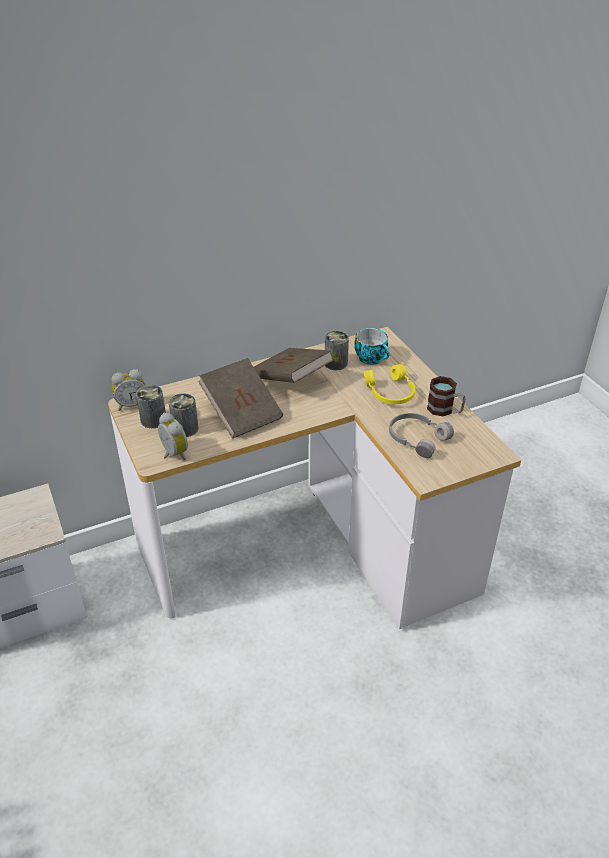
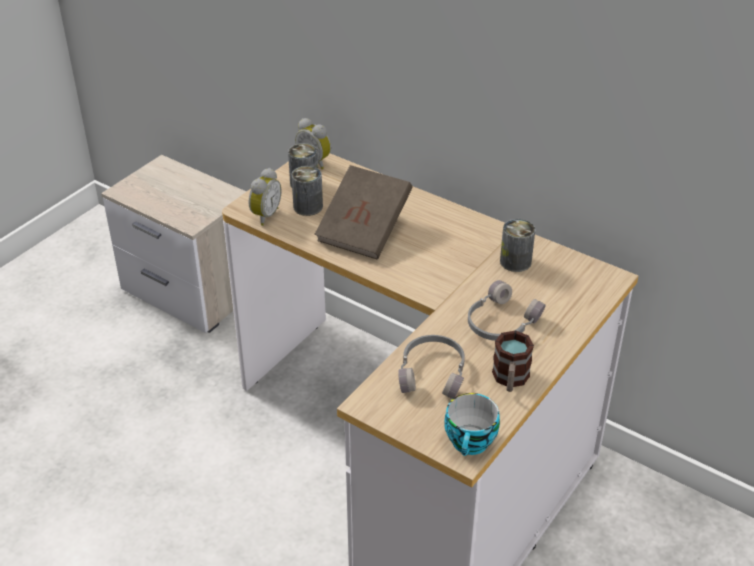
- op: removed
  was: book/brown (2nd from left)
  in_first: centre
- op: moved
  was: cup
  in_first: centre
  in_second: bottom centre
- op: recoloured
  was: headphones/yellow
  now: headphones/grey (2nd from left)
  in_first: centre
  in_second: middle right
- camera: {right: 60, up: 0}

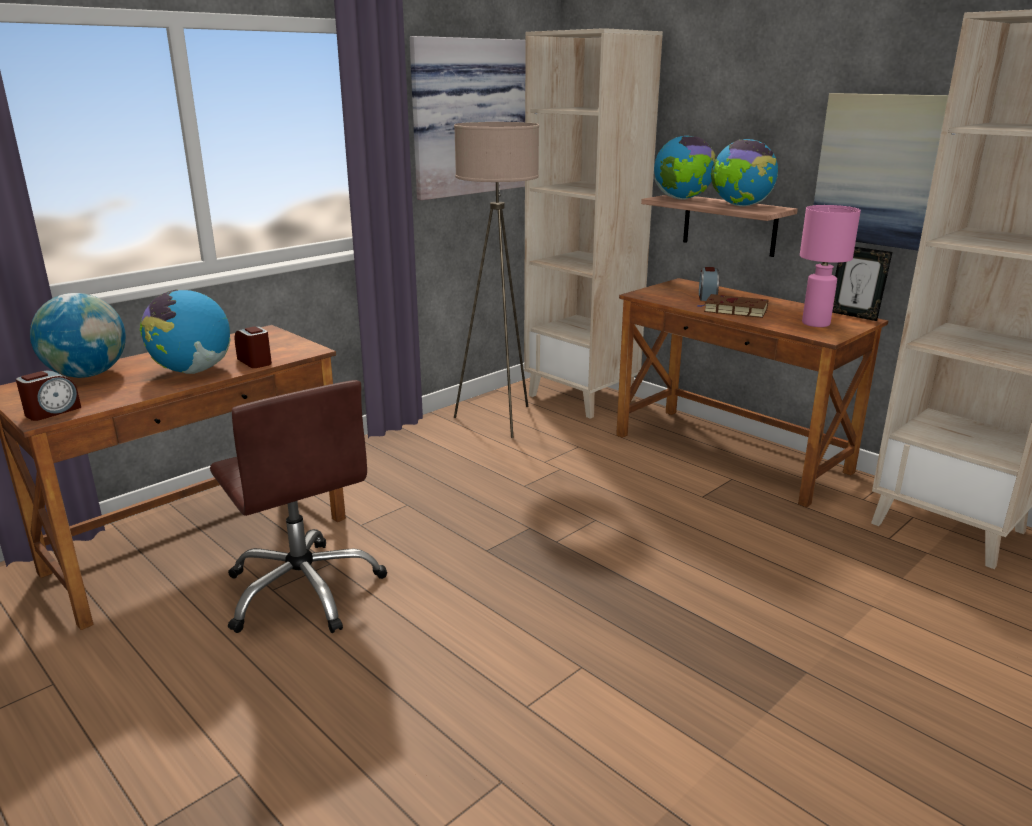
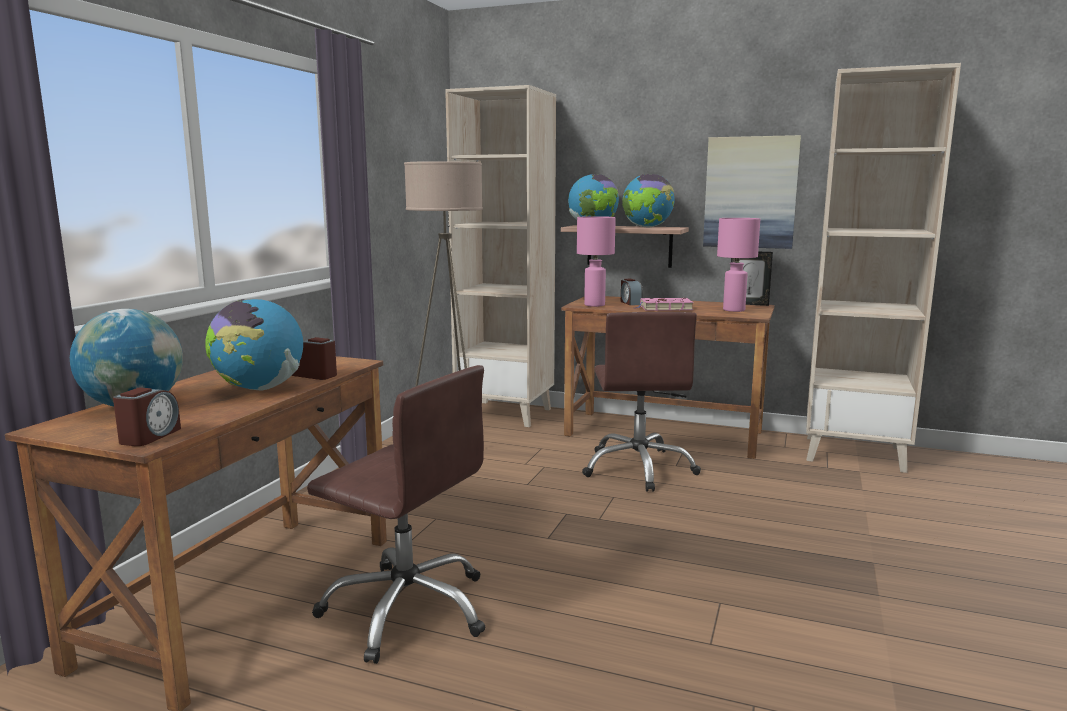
- op: removed
  was: picture (1st from left)
  in_first: top centre
- op: recoloured
  was: book/brown
  now: book/pink
  in_first: middle right
  in_second: centre
- op: added
  now: table lamp/pink (1st from left)
  in_second: centre
- op: added
  now: office chair/brown (2nd from left)
  in_second: centre
- camera: {right: -25, up: -10}

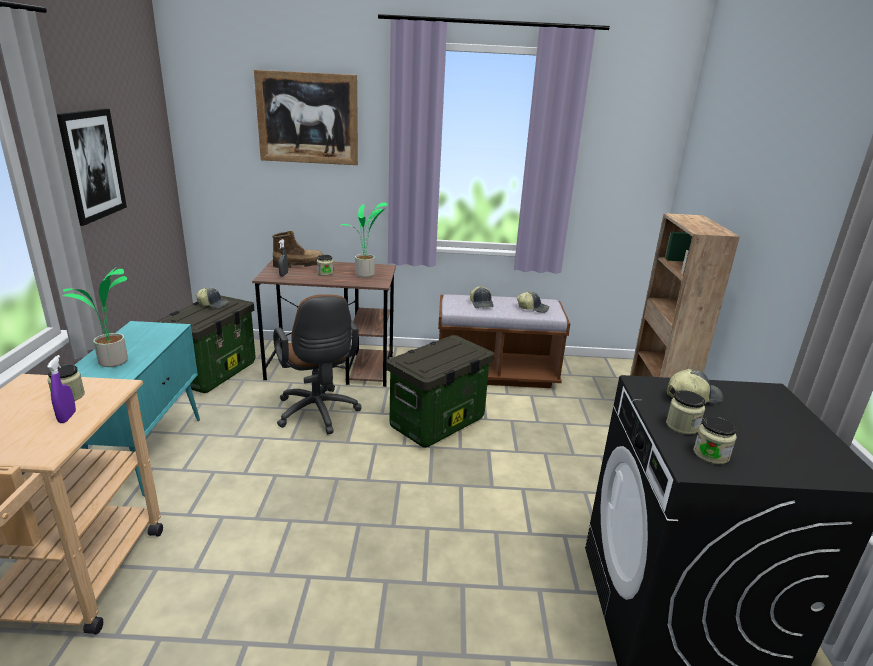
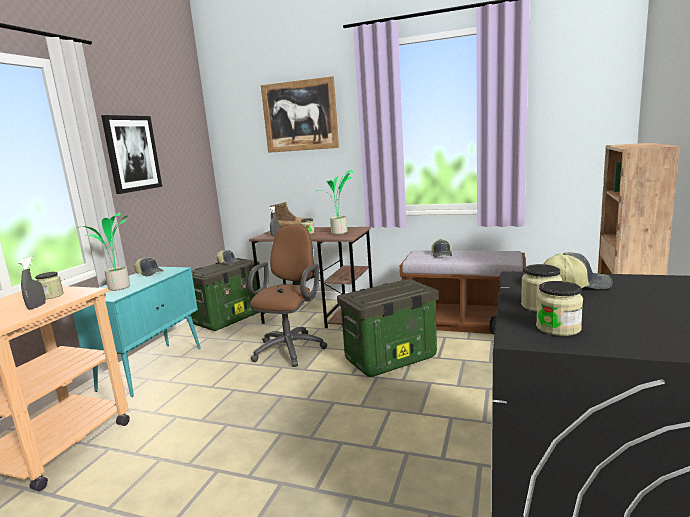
- op: recoloured
  was: spray bottle/purple
  now: spray bottle/grey (1st from left)
  in_first: middle left
  in_second: middle left
- op: turned
  was: office chair/brown
  in_first: centre
  in_second: centre
  clockwise: -150
- op: moved
  was: cap (3rd from left in the first image)
  now: cap (1st from left)
  in_first: centre
  in_second: middle left
- camera: {right: 20, up: -10}

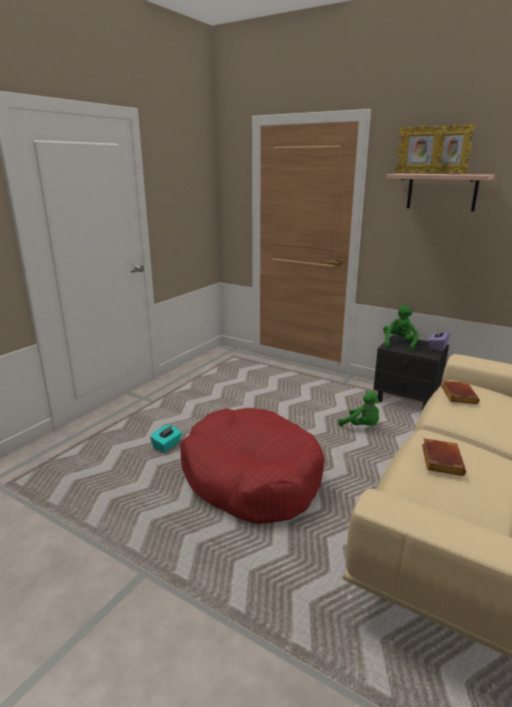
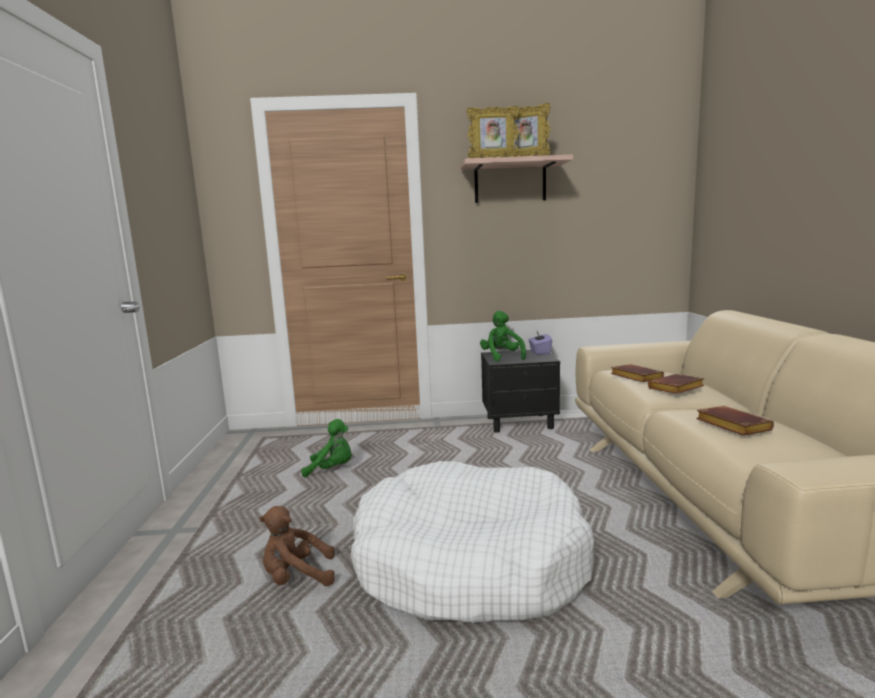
- op: replaced
  was: tissue box/turquoise
  now: plush toy/brown
  in_first: middle left
  in_second: bottom centre
- op: recoloured
  was: dog bed/red
  now: dog bed/white
  in_first: centre
  in_second: bottom centre
- op: moved
  was: plush toy/green (1st from left)
  in_first: middle right
  in_second: centre
- op: added
  now: book/brown (2nd from left)
  in_second: middle right
- camera: {right: -35, up: -10}

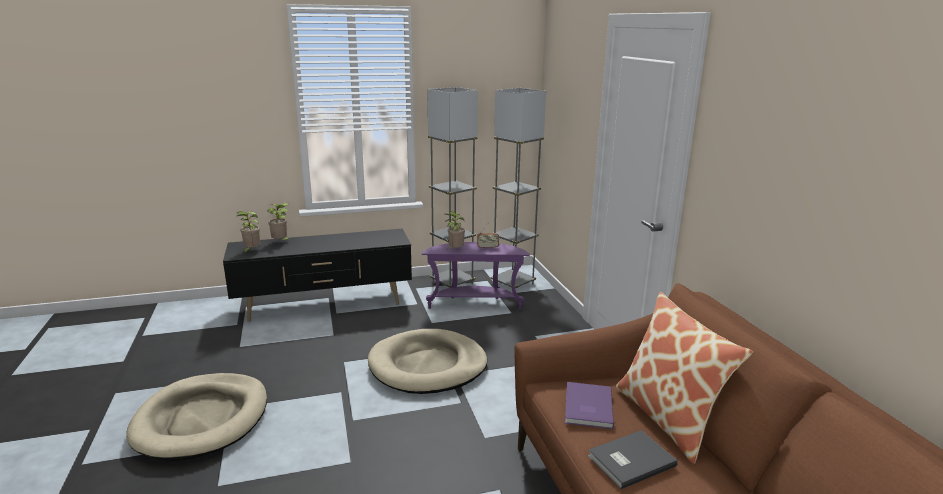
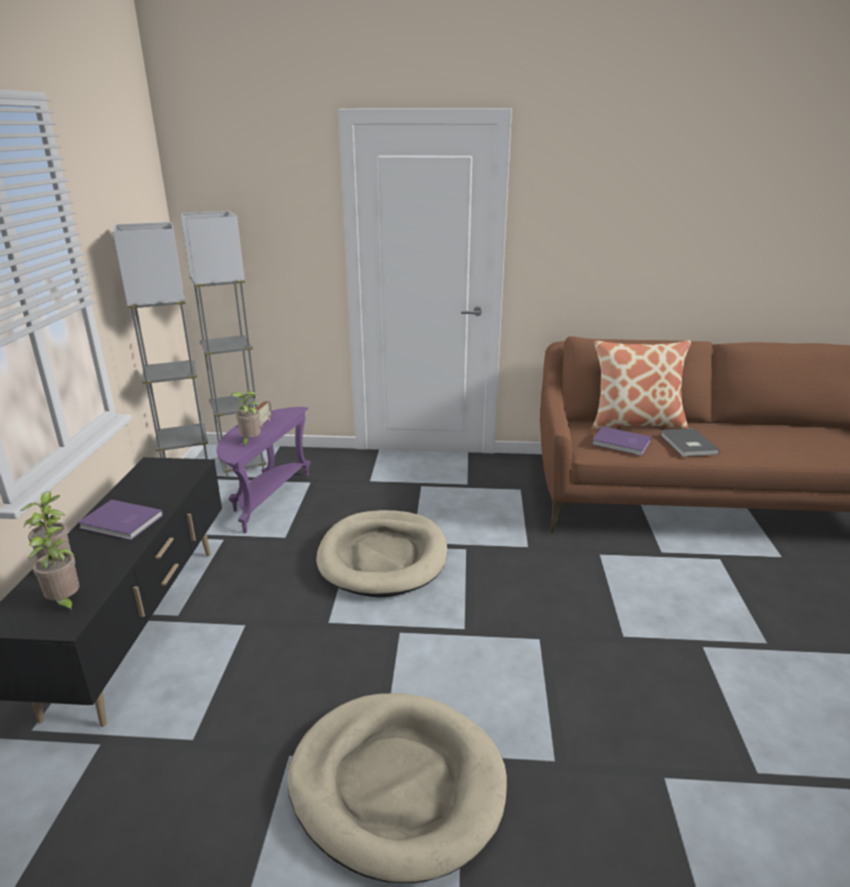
- op: added
  now: book/purple (1st from left)
  in_second: middle left
- camera: {right: -70, up: 5}

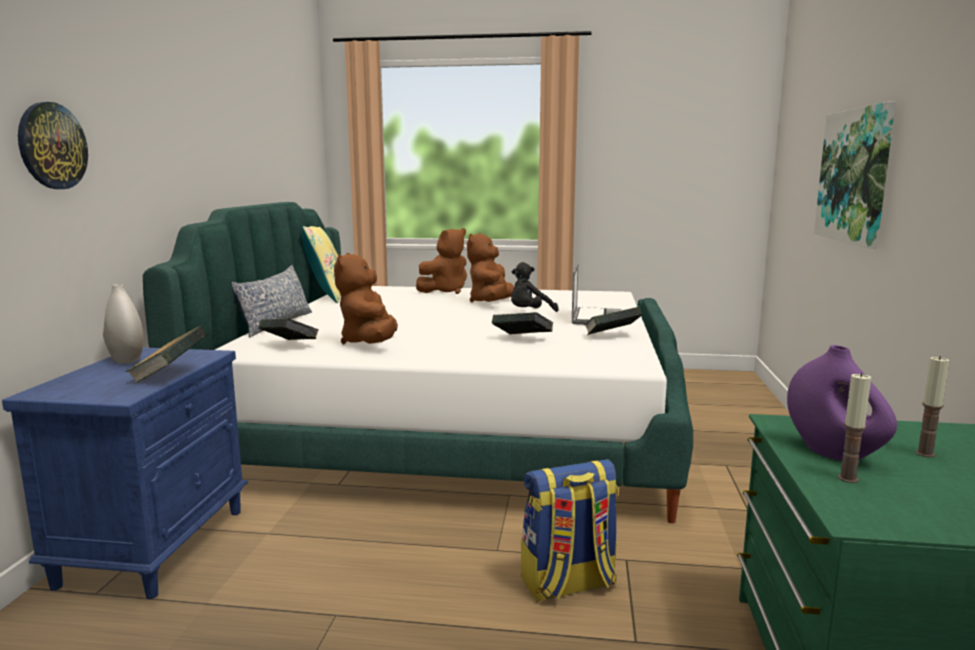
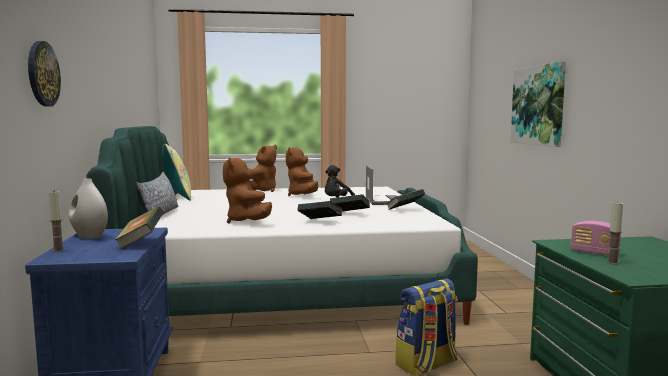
- op: moved
  was: book (2nd from left)
  in_first: middle left
  in_second: centre
- op: replaced
  was: vase/purple
  now: radio
  in_first: middle right
  in_second: middle right
- op: moved
  was: candle (2nd from left in the first image)
  now: candle (1st from left)
  in_first: middle right
  in_second: middle left
- camera: {right: -15, up: -5}

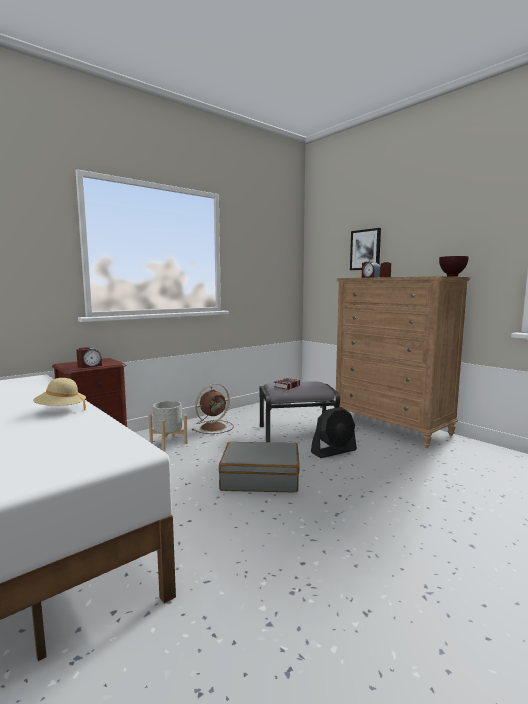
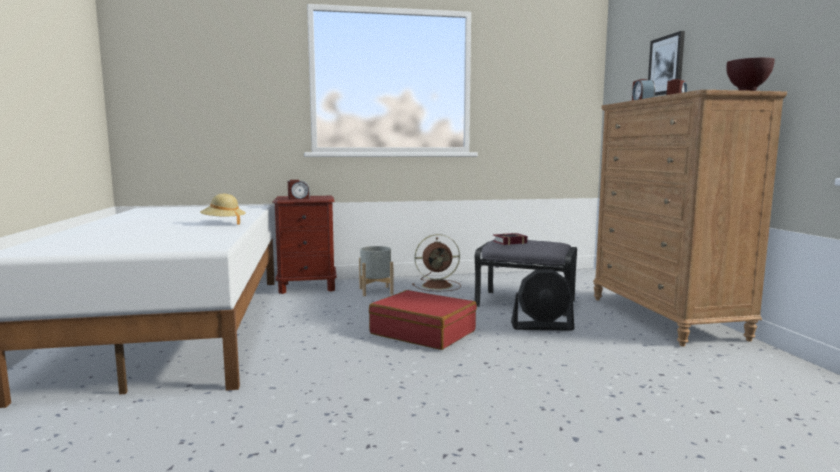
- op: recoloured
  was: suitcase/grey
  now: suitcase/red
  in_first: centre
  in_second: bottom centre
- camera: {right: 30, up: 0}

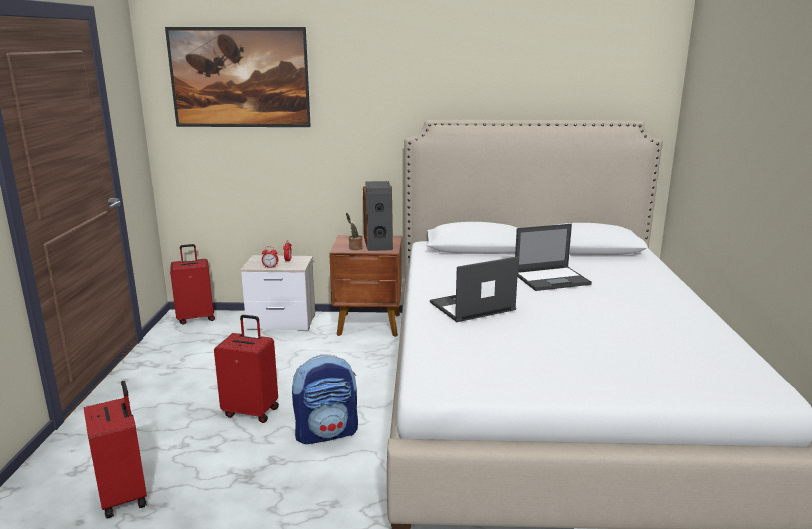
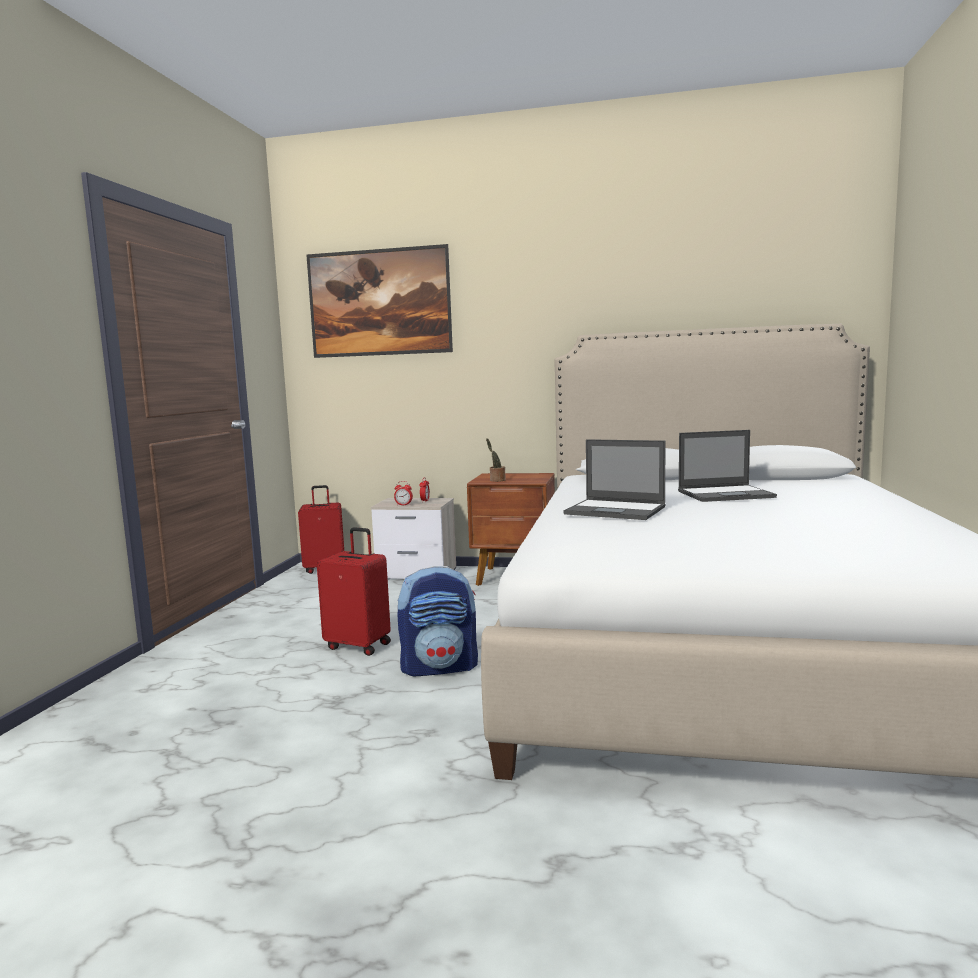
- op: removed
  was: suitcase/red (1st from left)
  in_first: bottom left
- op: removed
  was: speaker
  in_first: centre
- op: turned
  was: laptop (1st from left)
  in_first: centre
  in_second: centre
  clockwise: -135
- camera: {right: 10, up: -10}

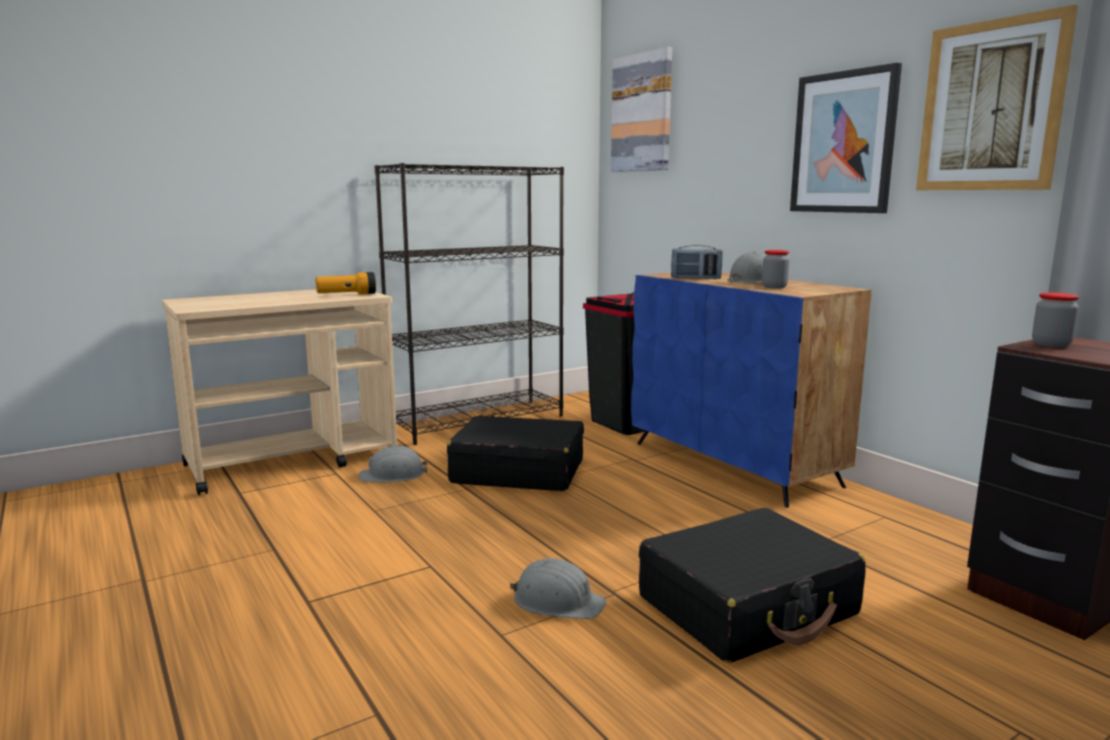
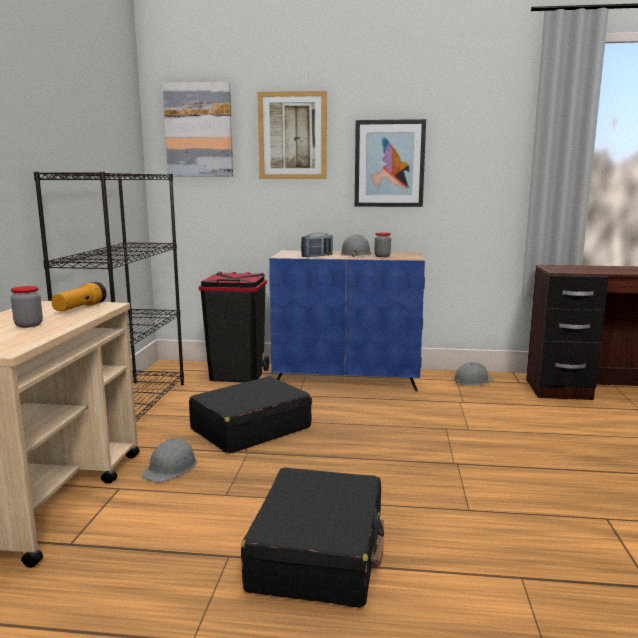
- op: moved
  was: hard hat/grey (2nd from left in the first image)
  now: hard hat/grey (3rd from left)
  in_first: bottom centre
  in_second: middle right
- op: moved
  was: suitcase/black (2nd from left)
  in_first: bottom right
  in_second: bottom centre
- op: moved
  was: picture (3rd from left in the first image)
  now: picture (2nd from left)
  in_first: top right
  in_second: top centre
- op: moved
  was: jar (2nd from left in the first image)
  now: jar (1st from left)
  in_first: middle right
  in_second: middle left
- camera: {right: -50, up: 0}

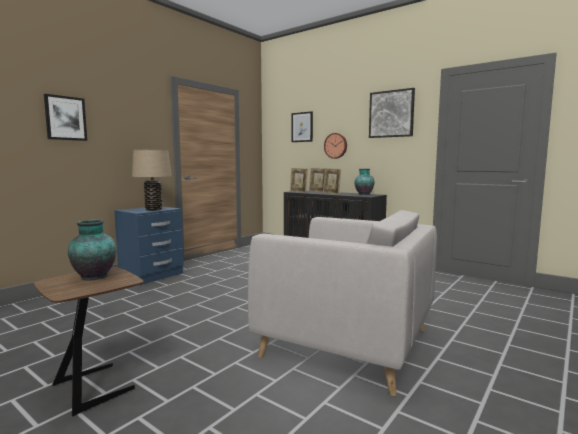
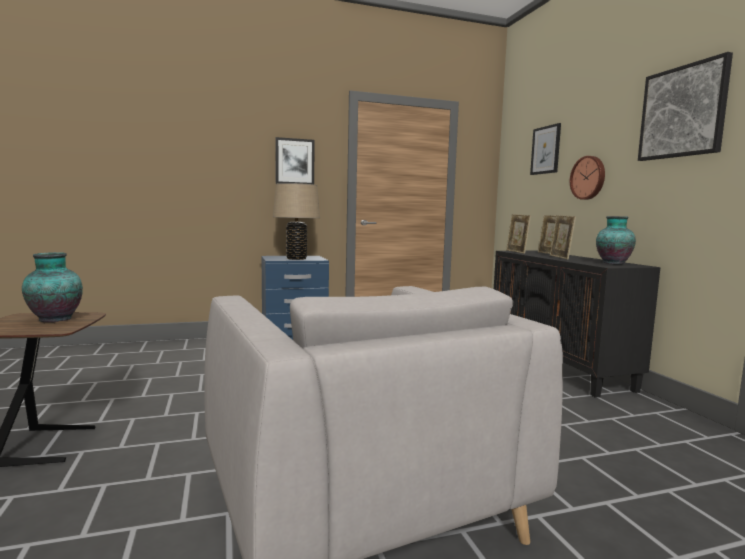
- op: moved
  was: picture (1st from left)
  in_first: top left
  in_second: top centre
- camera: {right: 35, up: 0}

